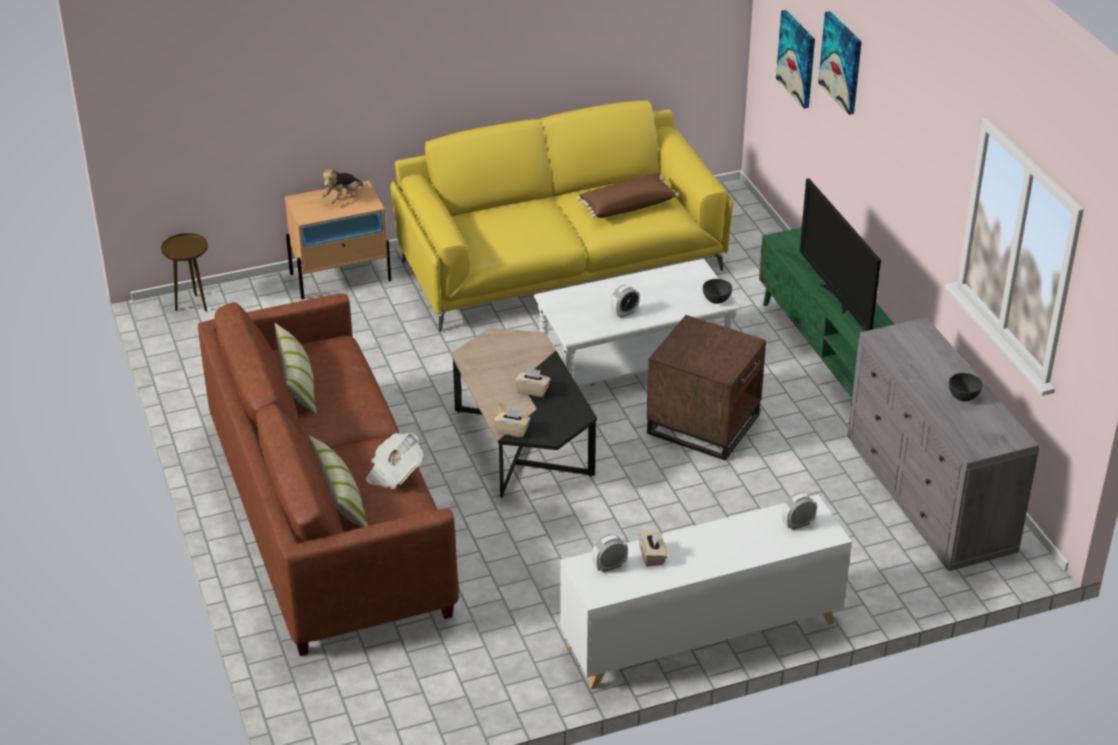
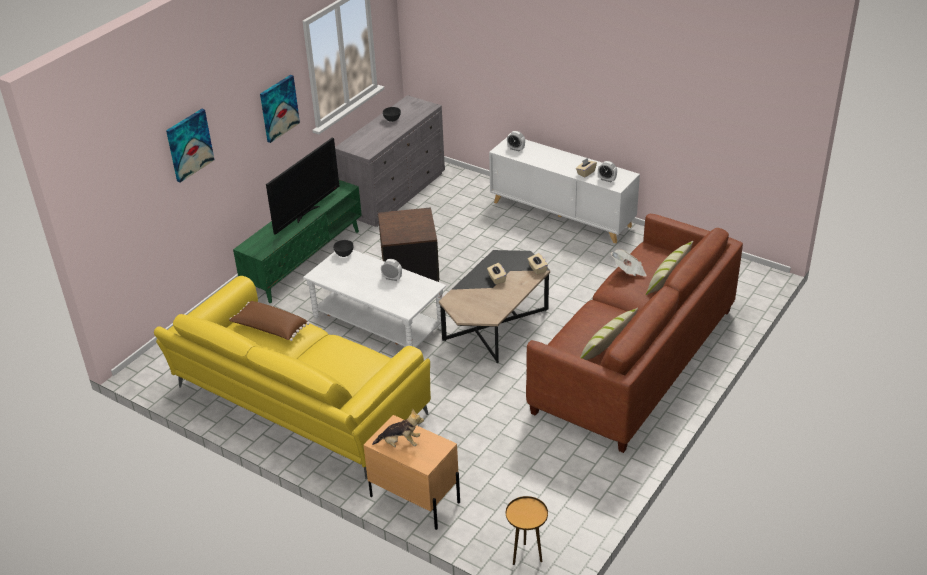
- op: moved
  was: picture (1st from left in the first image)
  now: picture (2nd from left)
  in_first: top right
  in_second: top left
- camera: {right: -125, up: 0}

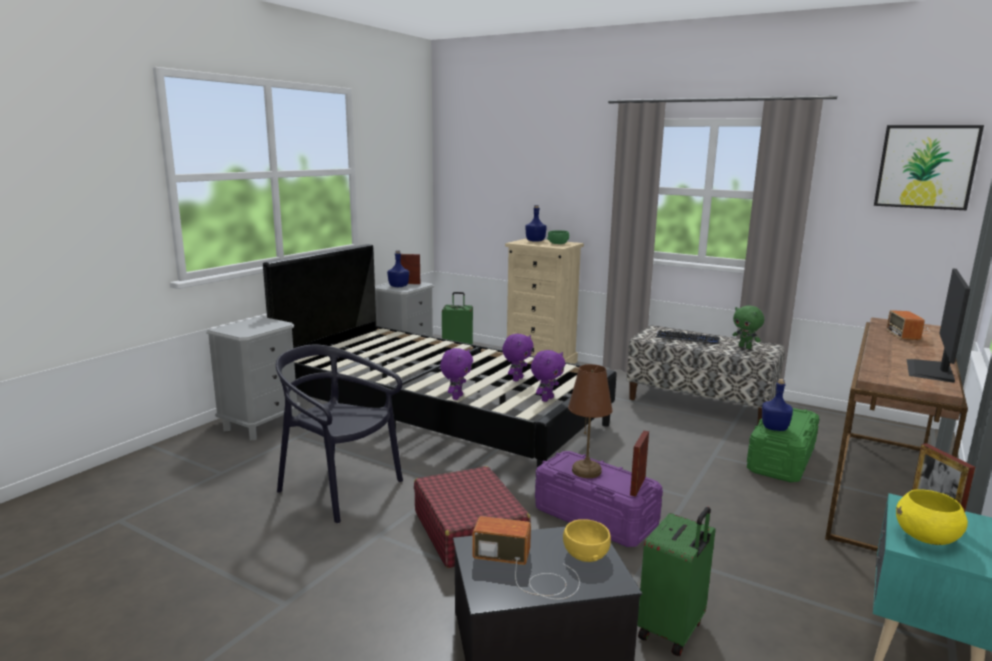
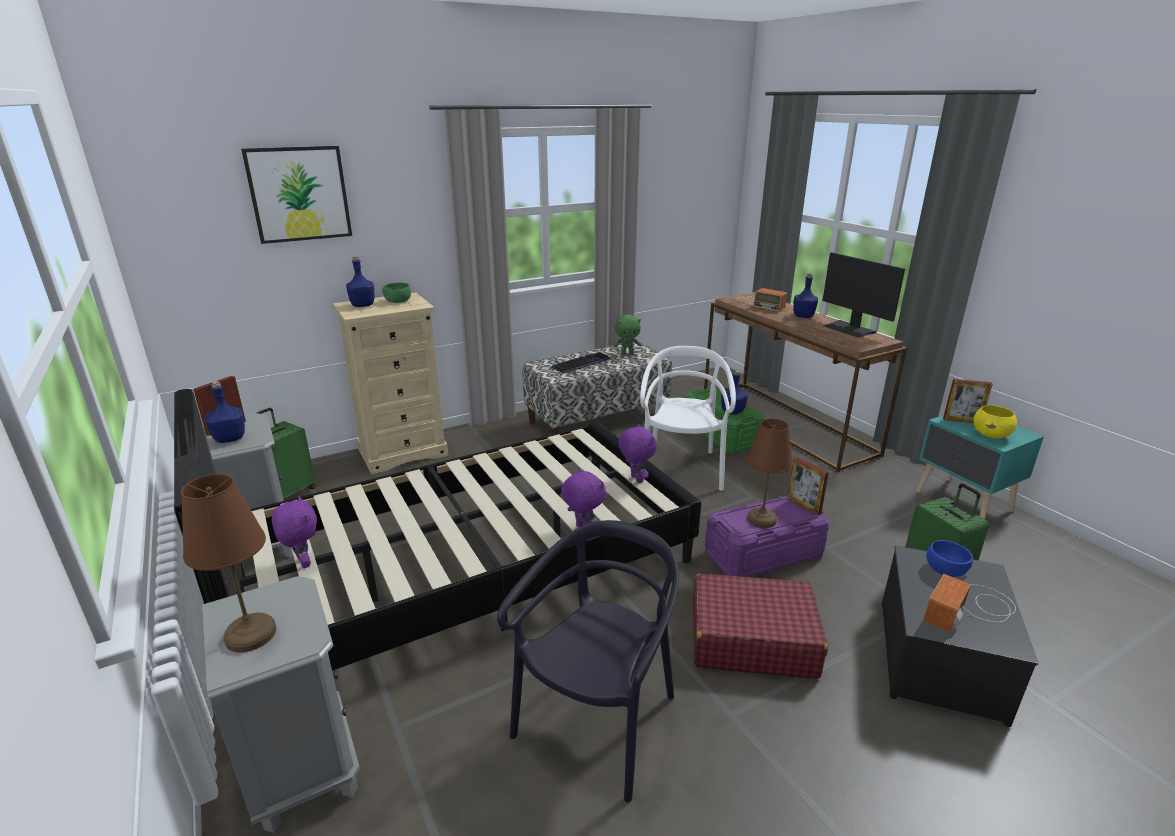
- op: turned
  was: chair/black
  in_first: centre
  in_second: bottom centre
  clockwise: 150
- op: moved
  was: plush toy/purple (2nd from left in the first image)
  now: plush toy/purple (1st from left)
  in_first: centre
  in_second: middle left
- op: recoloured
  was: bowl/yellow (1st from left)
  now: bowl/blue
  in_first: bottom centre
  in_second: bottom right
- op: moved
  was: picture
  in_first: top right
  in_second: top left
- op: added
  now: table lamp/brown (1st from left)
  in_second: bottom left
- op: added
  now: chair/white
  in_second: centre
- op: added
  now: bottle/blue (4th from left)
  in_second: middle right
- camera: {right: -60, up: 10}

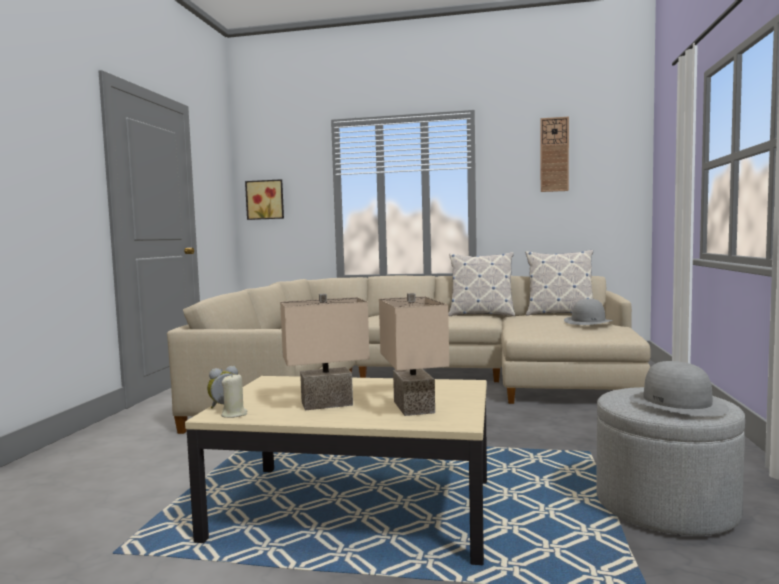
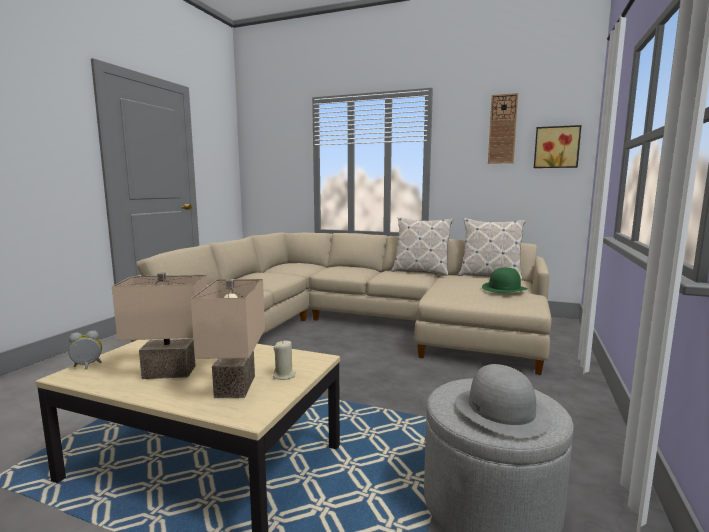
- op: moved
  was: candle/beige
  in_first: bottom left
  in_second: bottom centre
- op: moved
  was: picture
  in_first: centre
  in_second: top right
- op: recoloured
  was: hat/grey (1st from left)
  now: hat/green
  in_first: middle right
  in_second: middle right
- camera: {right: 10, up: 5}

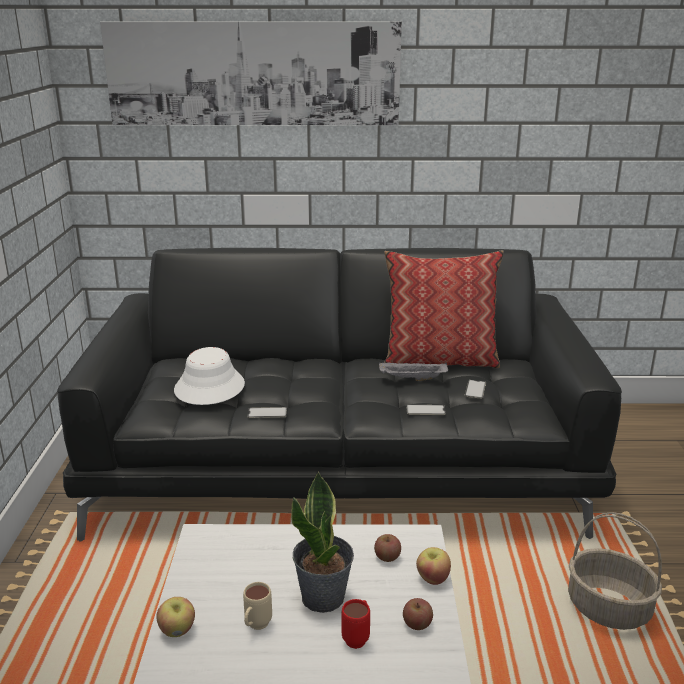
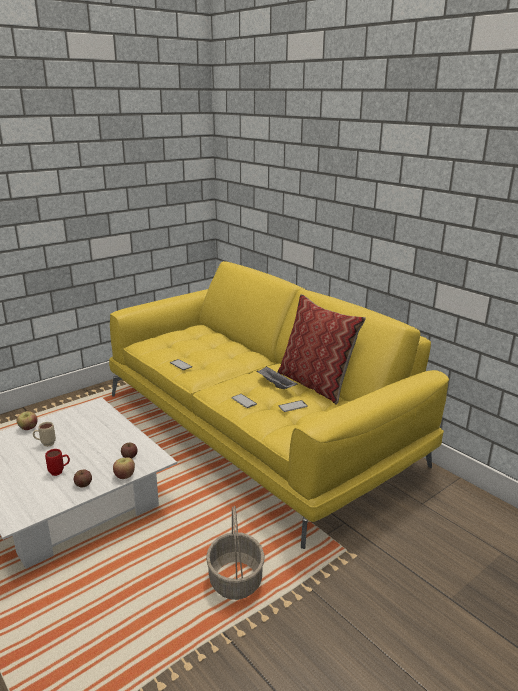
- op: recoloured
  was: sofa/black
  now: sofa/yellow
  in_first: centre
  in_second: centre
- op: removed
  was: picture
  in_first: top centre
- op: removed
  was: hat/white
  in_first: middle left
- op: removed
  was: potted plant
  in_first: bottom centre
- camera: {right: 50, up: 0}

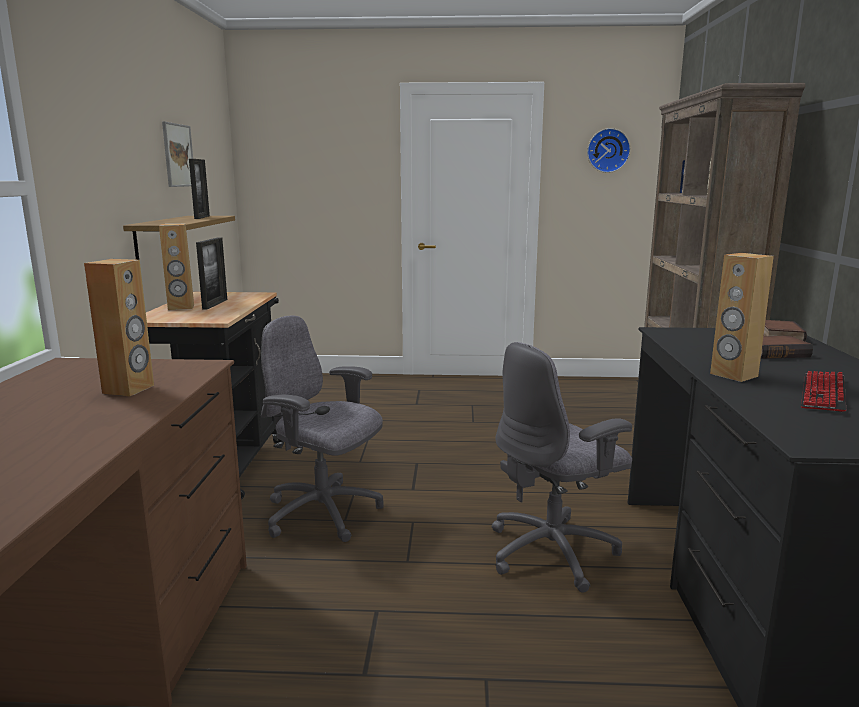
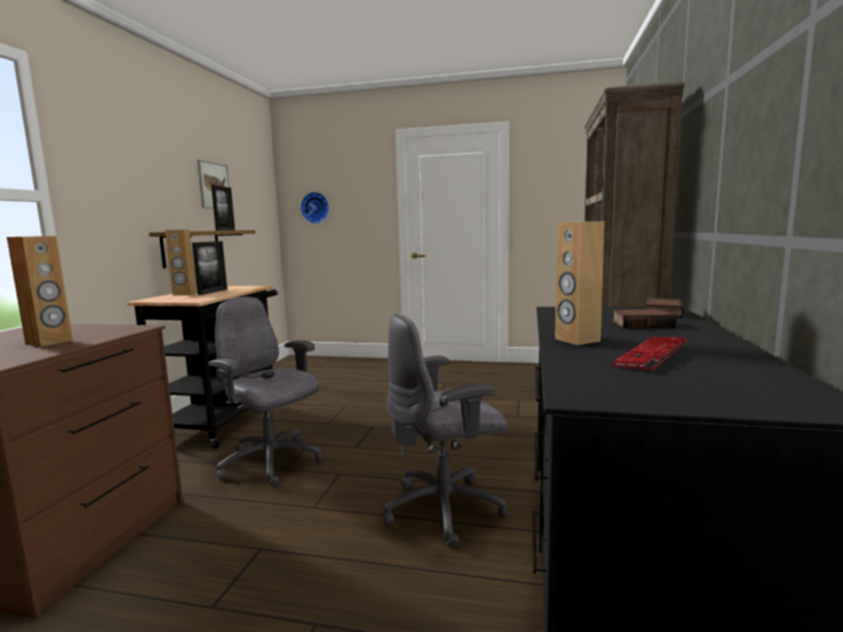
- op: moved
  was: wall clock
  in_first: top right
  in_second: top centre
- camera: {right: 10, up: -5}

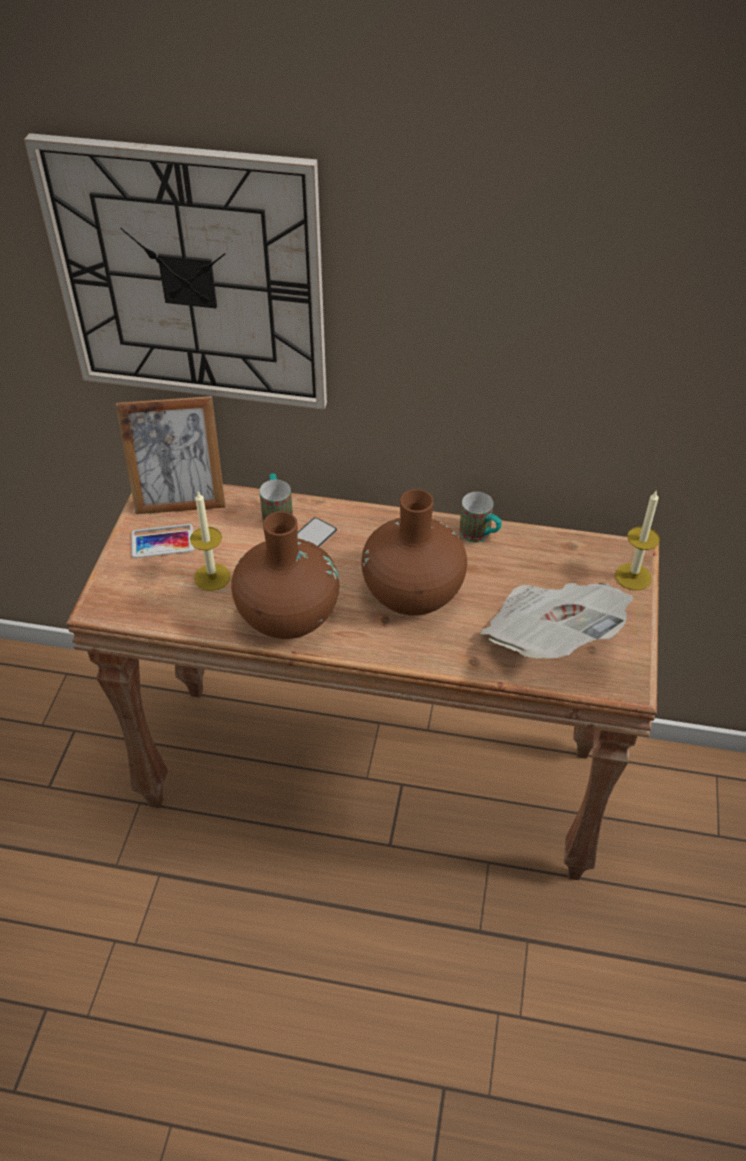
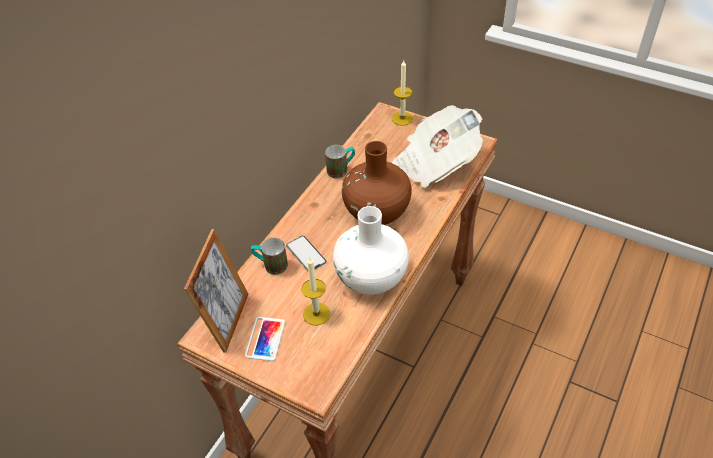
- op: removed
  was: wall clock
  in_first: top left
- op: recoloured
  was: vase/brown (1st from left)
  now: vase/white
  in_first: centre
  in_second: centre
- camera: {right: -70, up: 0}

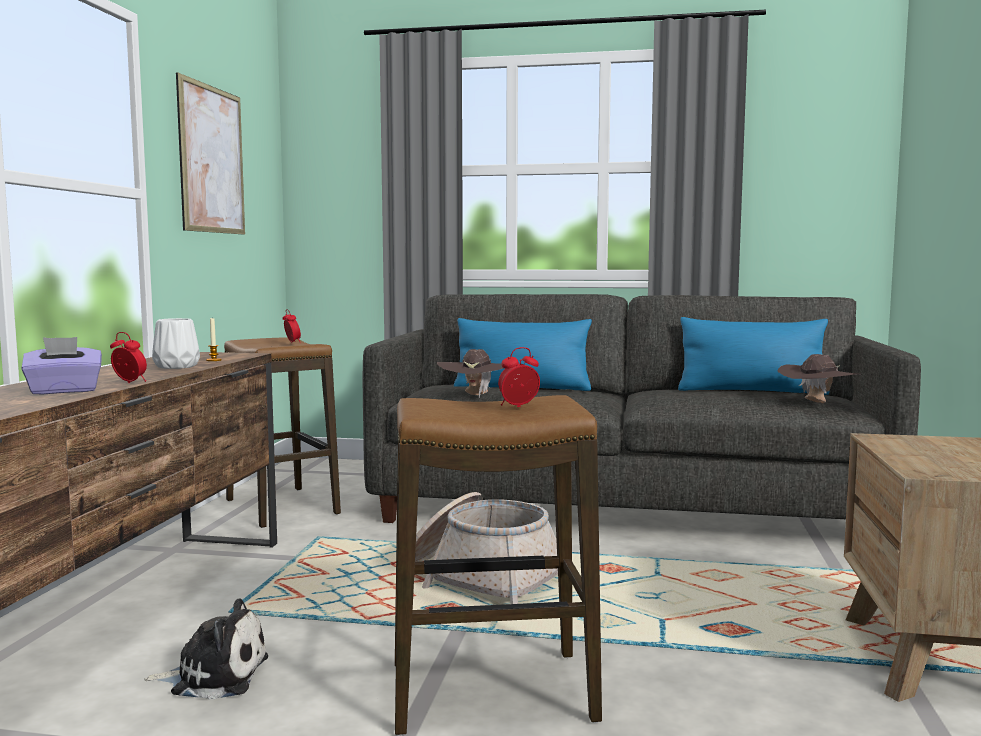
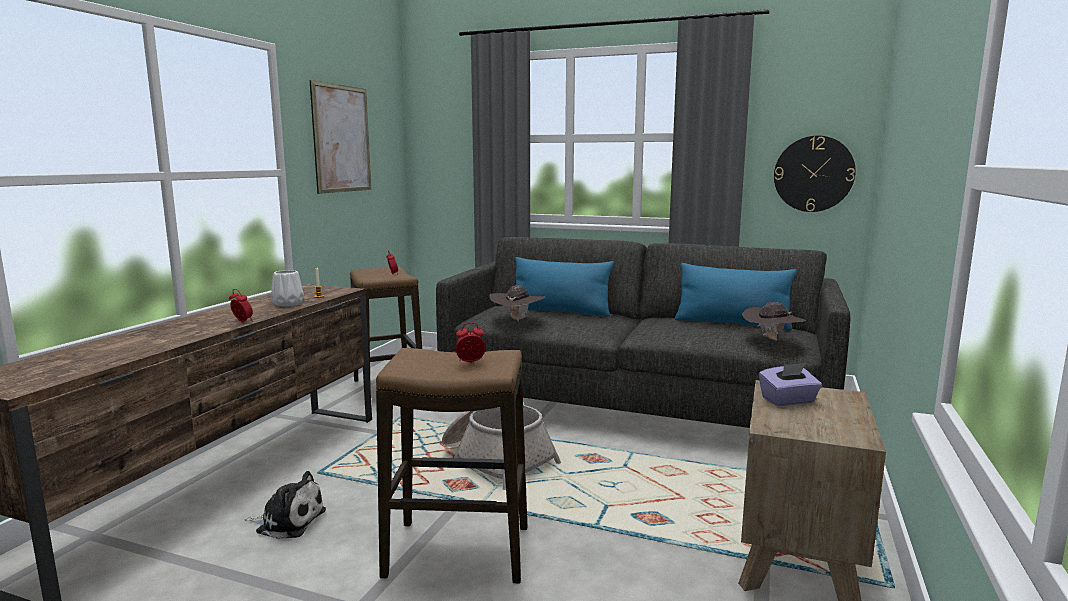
- op: moved
  was: tissue box/purple
  in_first: middle left
  in_second: middle right
- op: added
  now: wall clock
  in_second: top right
- camera: {right: 10, up: 5}

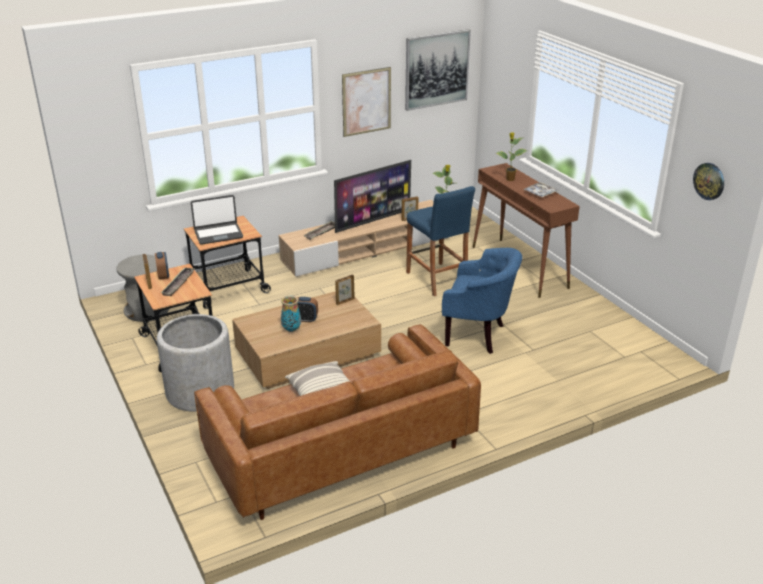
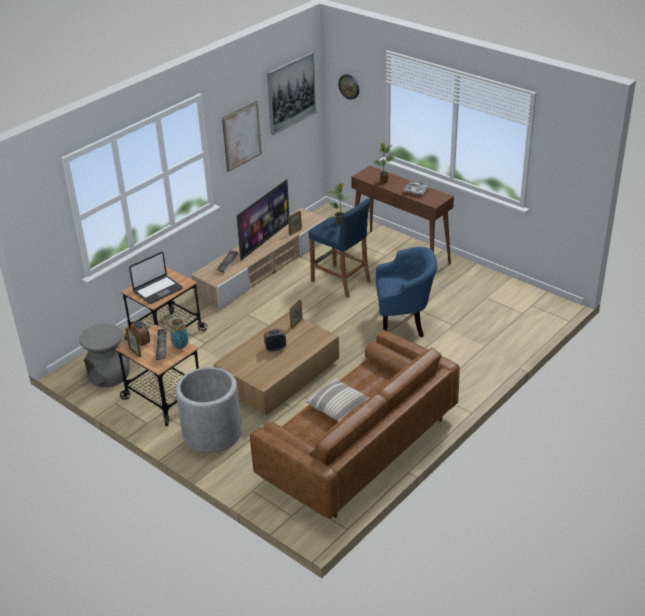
- op: moved
  was: vase
  in_first: centre
  in_second: middle left
- op: moved
  was: wall clock
  in_first: top right
  in_second: top centre
- camera: {right: -20, up: 5}

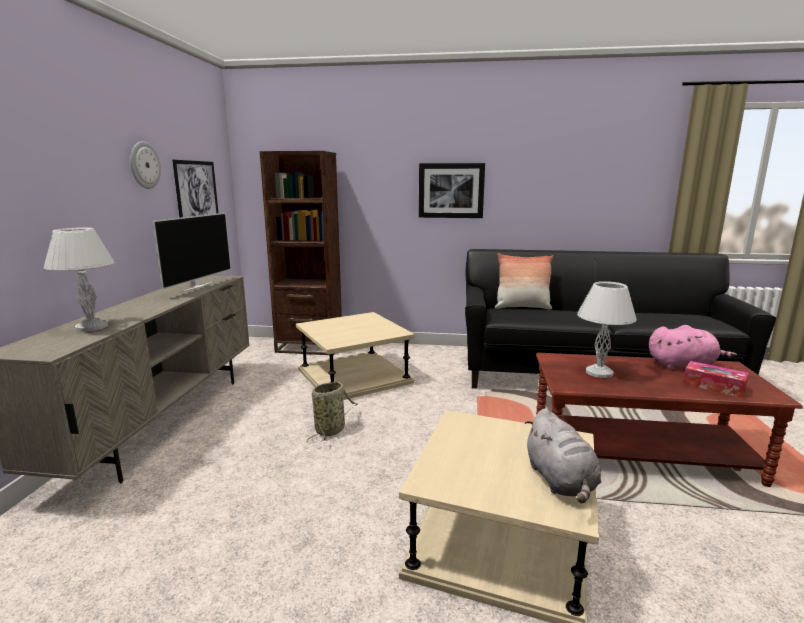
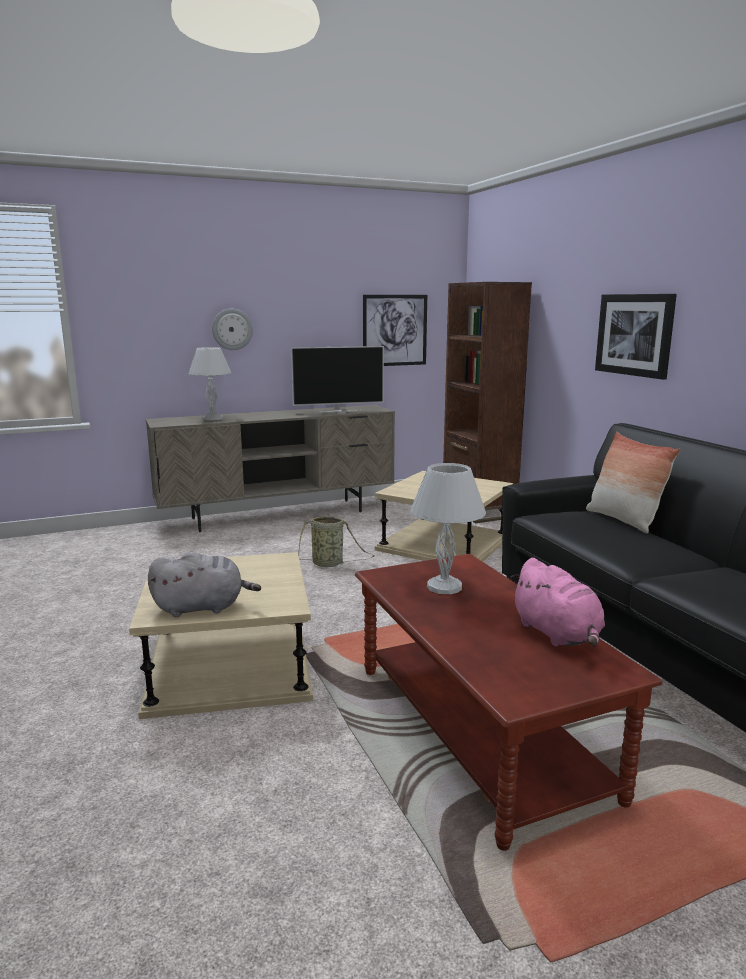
- op: moved
  was: wall clock
  in_first: top left
  in_second: middle left
- op: turned
  was: plush toy/grey
  in_first: bottom right
  in_second: middle left
  clockwise: -150
- op: removed
  was: tissue box
  in_first: middle right
- camera: {right: 60, up: 0}

